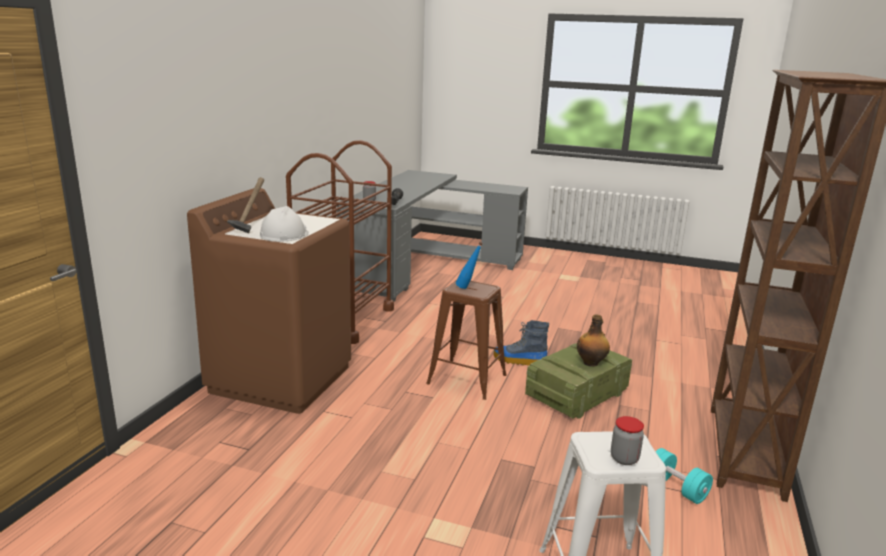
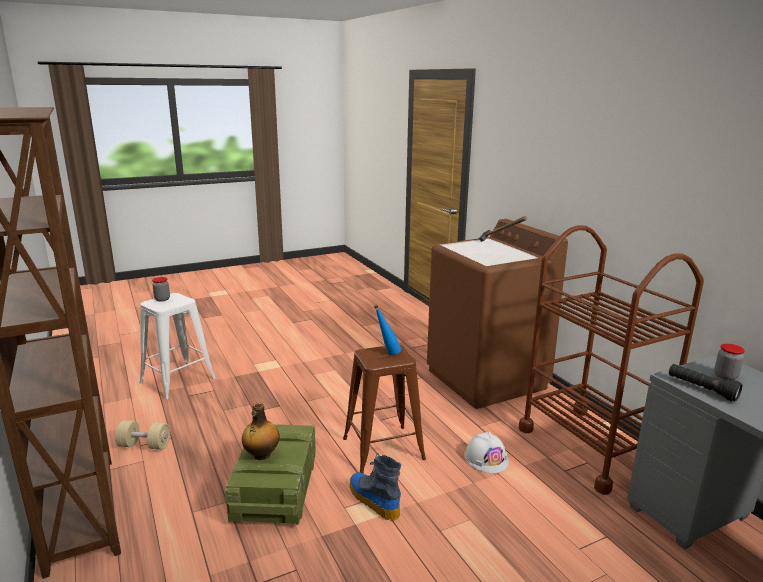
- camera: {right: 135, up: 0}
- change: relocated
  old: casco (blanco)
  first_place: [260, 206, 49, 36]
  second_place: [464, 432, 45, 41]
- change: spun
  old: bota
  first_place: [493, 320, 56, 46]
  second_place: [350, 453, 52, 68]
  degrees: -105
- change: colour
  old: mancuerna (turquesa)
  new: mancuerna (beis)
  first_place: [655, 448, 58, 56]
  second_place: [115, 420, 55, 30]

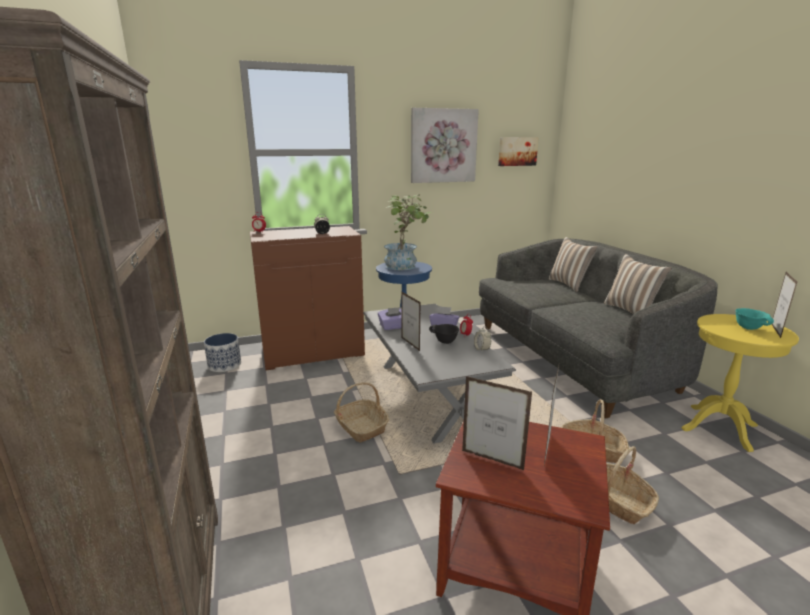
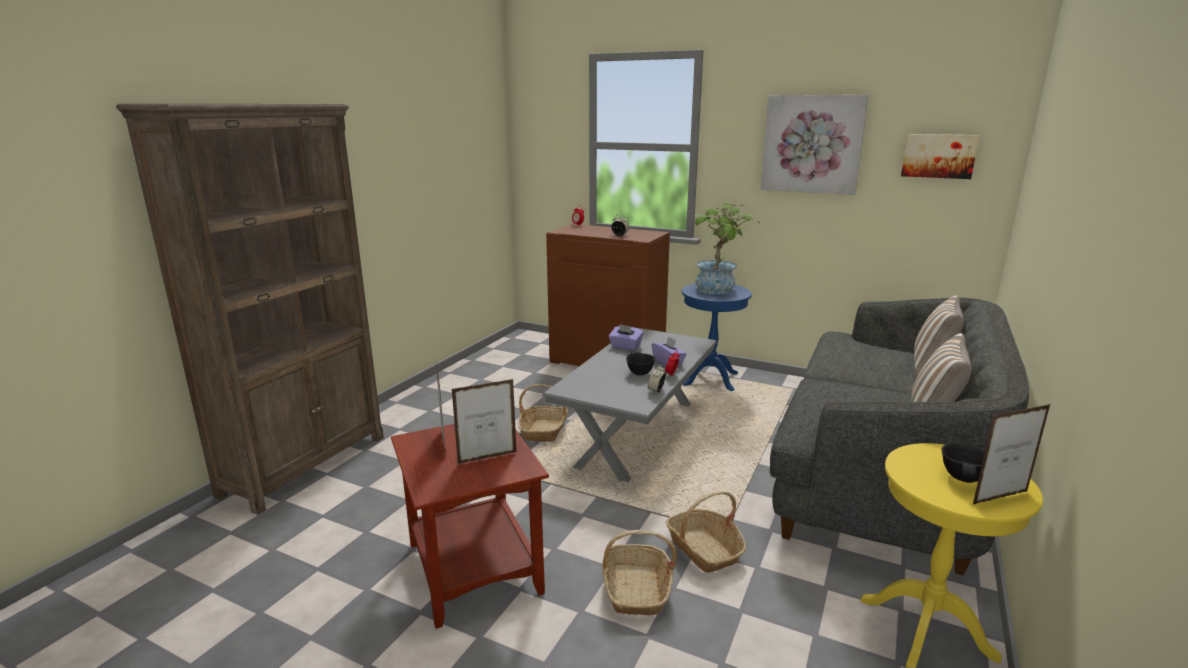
- camera: {right: 45, up: 0}
- change: missing
  old: portarretratos
  first_place: [401, 291, 20, 60]
- change: colour
  old: cuenco (turquesa)
  new: cuenco (negro)
  first_place: [736, 308, 38, 22]
  second_place: [942, 442, 43, 41]
- change: missing
  old: maceta
  first_place: [204, 333, 37, 39]

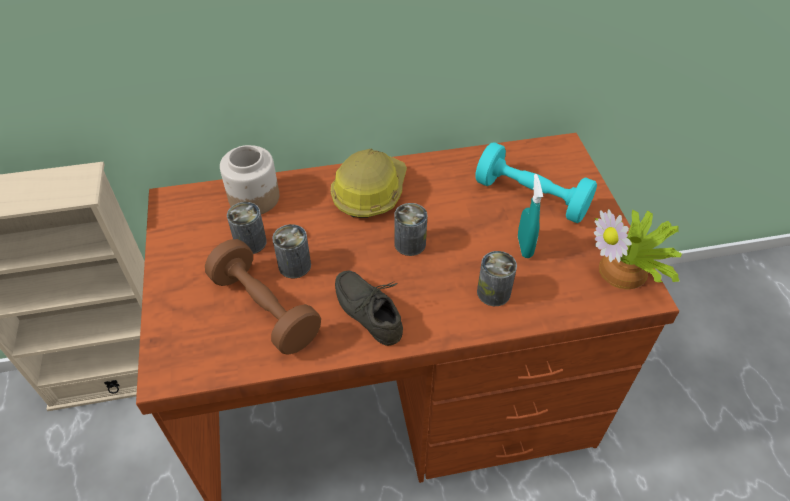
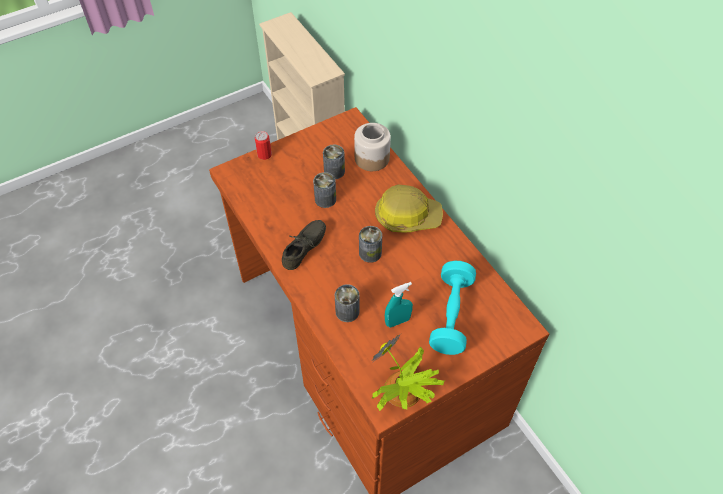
- camera: {right: 70, up: 5}
- change: missing
  old: mancuerna (marrón)
  first_place: [205, 239, 116, 116]
- change: appeared
  new: lata
  second_place: [255, 131, 17, 29]

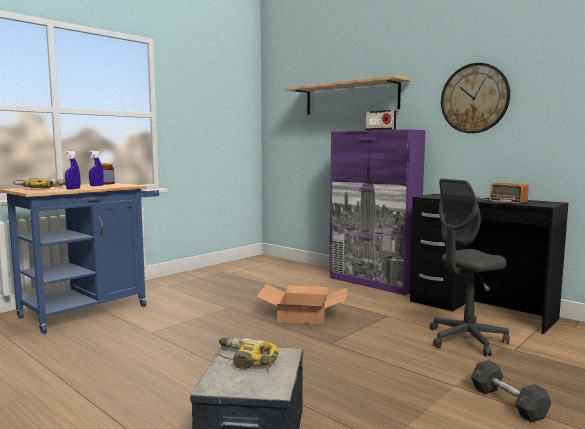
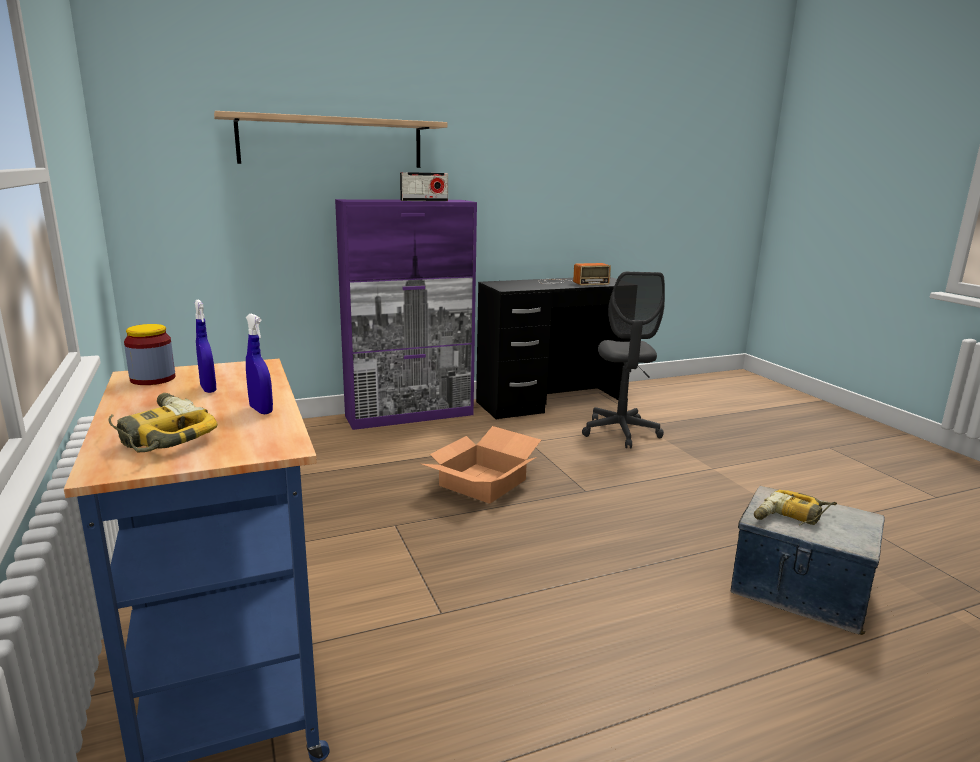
- camera: {right: -65, up: 10}
- change: missing
  old: reloj de pared
  first_place: [441, 63, 69, 70]
- change: missing
  old: mancuerna (gris)
  first_place: [471, 360, 80, 62]

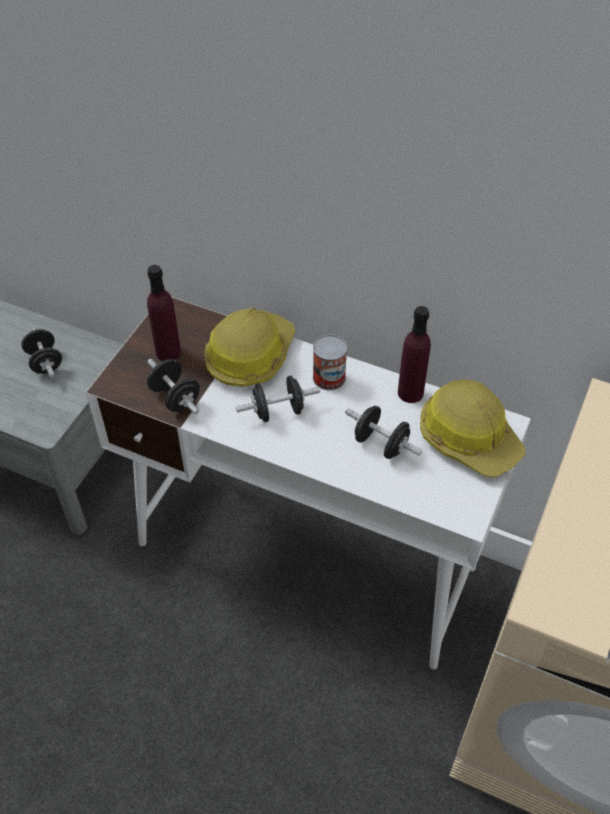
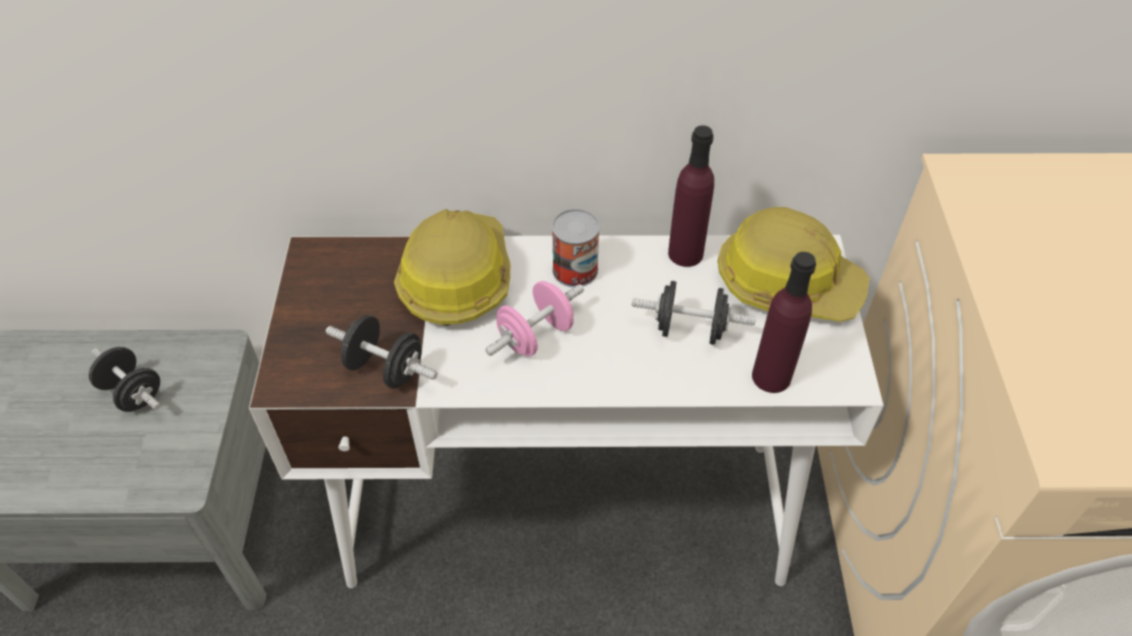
- camera: {right: -25, up: 0}
- change: relocated
  old: botella (morado)
  first_place: [147, 265, 34, 96]
  second_place: [752, 252, 64, 141]
- change: colour
  old: mancuerna (negro)
  new: mancuerna (rosa)
  first_place: [236, 376, 84, 46]
  second_place: [485, 281, 99, 76]

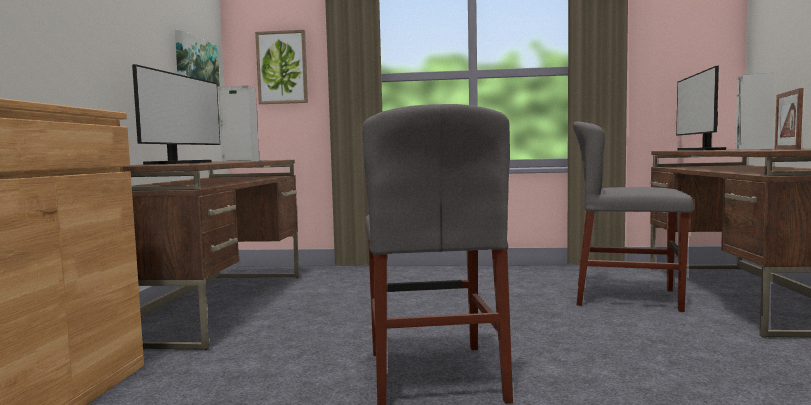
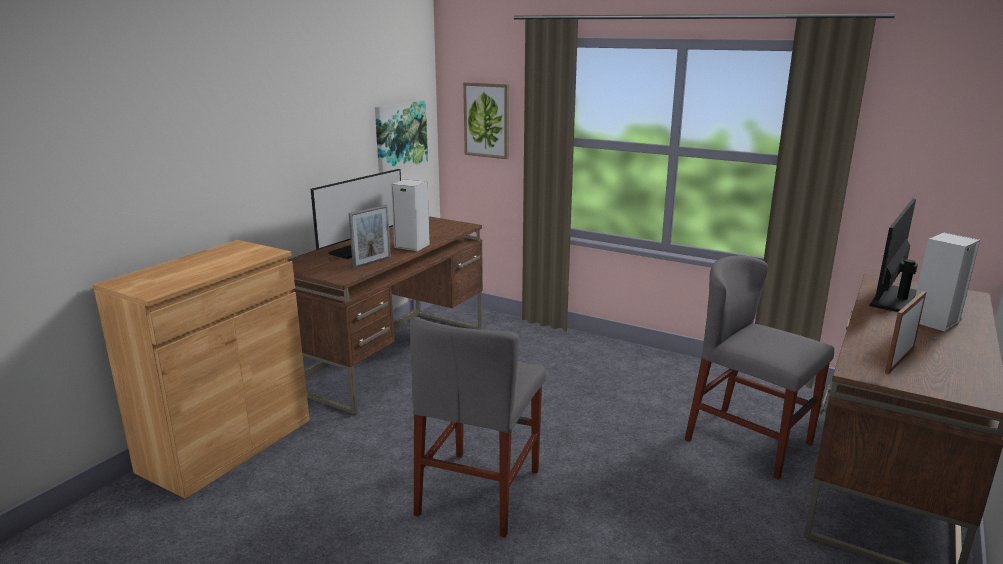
- camera: {right: 25, up: 15}
- change: appeared
  new: portarretratos
  second_place: [349, 205, 42, 64]

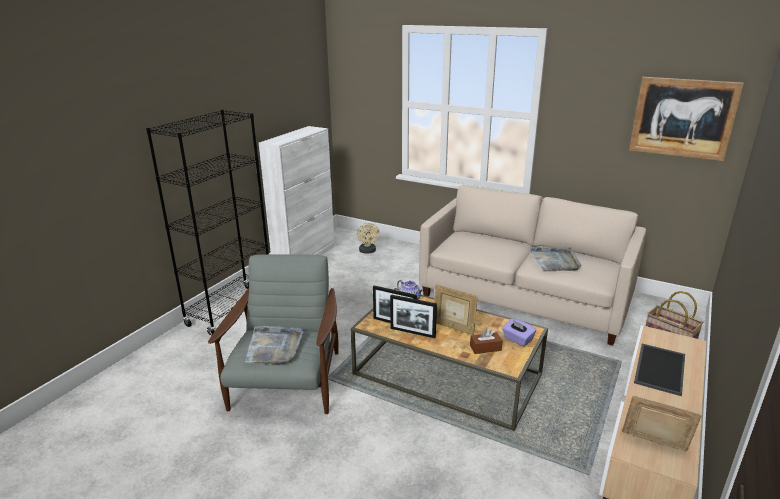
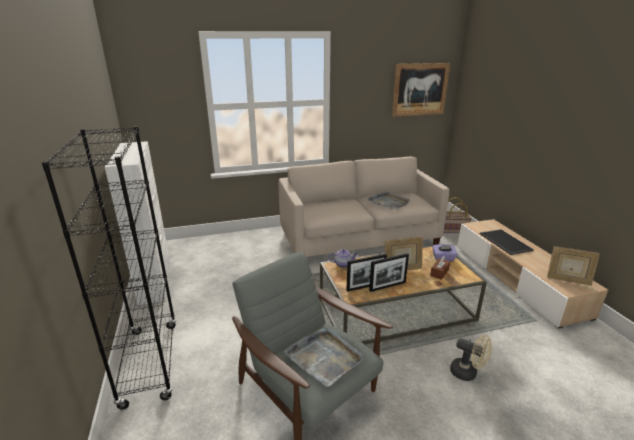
- camera: {right: -45, up: 0}
- change: relocated
  old: ventilador (beis)
  first_place: [357, 223, 23, 31]
  second_place: [450, 335, 42, 46]
- change: spun
  old: portarretratos
  first_place: [622, 396, 80, 55]
  second_place: [547, 246, 53, 39]
  degrees: -135

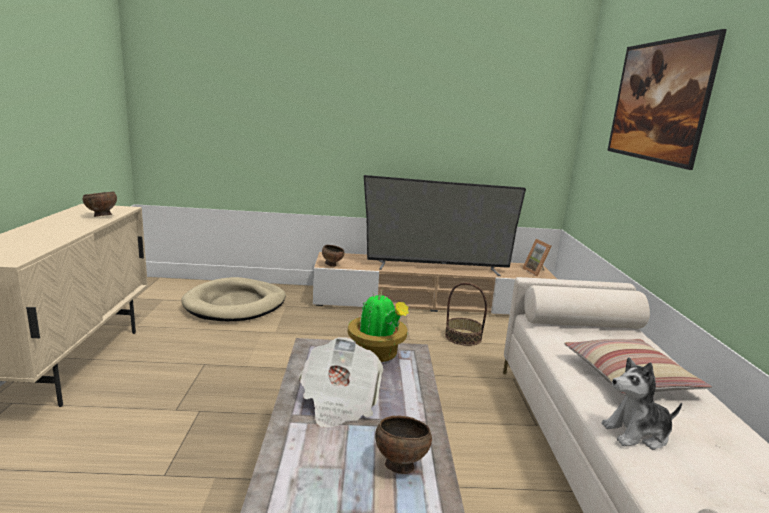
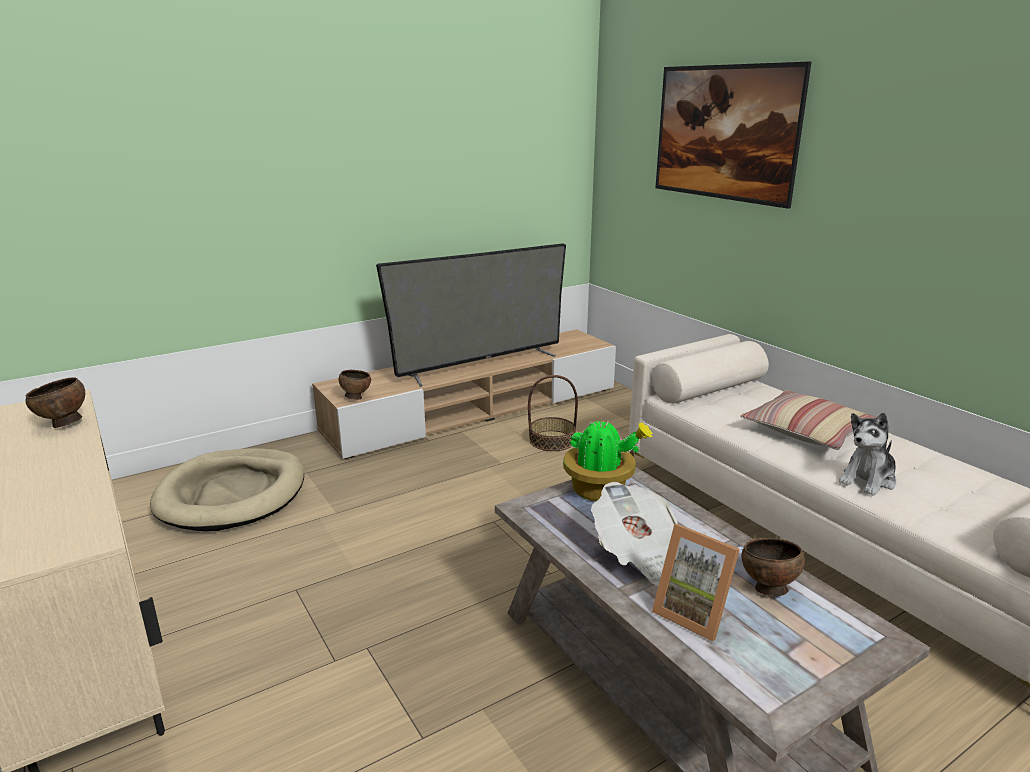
- camera: {right: -30, up: 5}
- change: relocated
  old: portarretratos
  first_place: [523, 239, 29, 37]
  second_place: [652, 524, 88, 118]

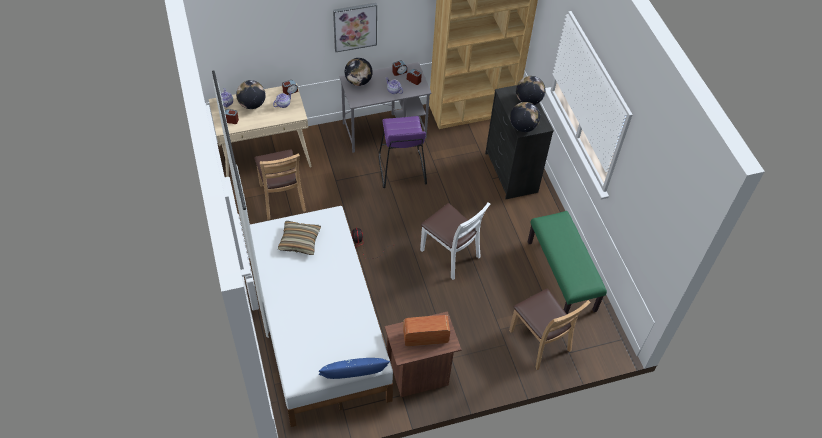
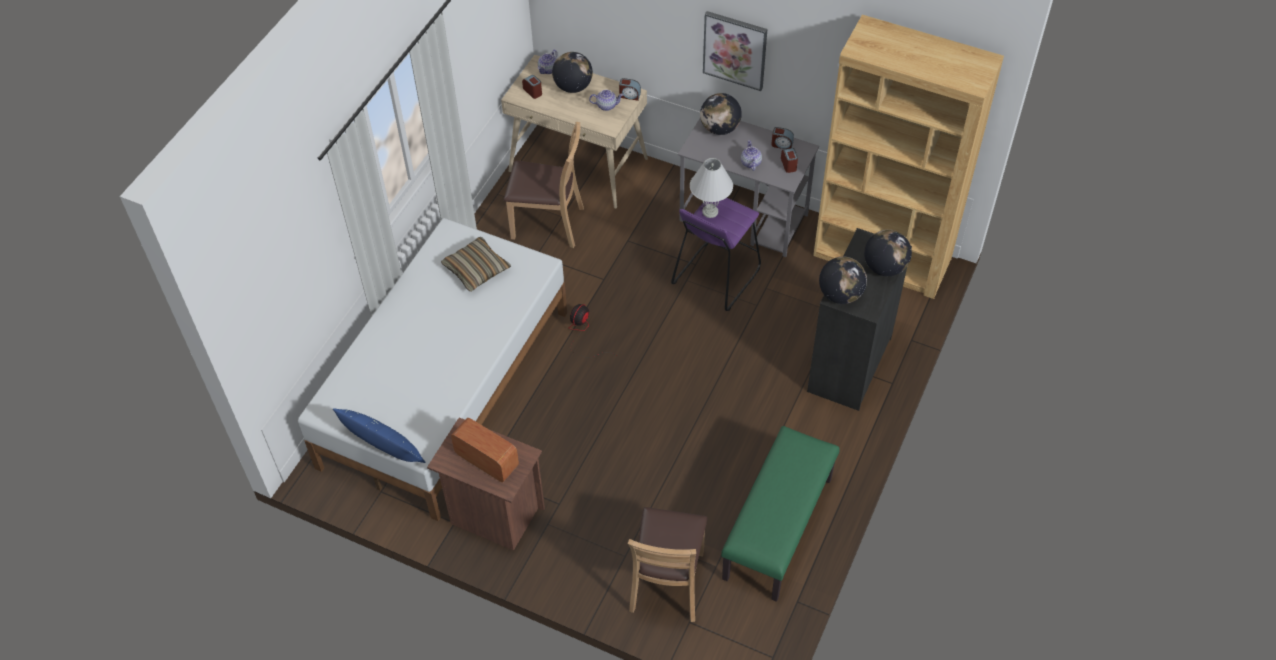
- camera: {right: 45, up: 0}
- change: spun
  old: silla (marrón)
  first_place: [255, 149, 51, 71]
  second_place: [504, 122, 80, 126]
  degrees: -105
- change: missing
  old: silla (blanco)
  first_place: [420, 202, 70, 78]
- change: appeared
  new: lámpara de mesa (blanco)
  second_place: [690, 158, 43, 60]

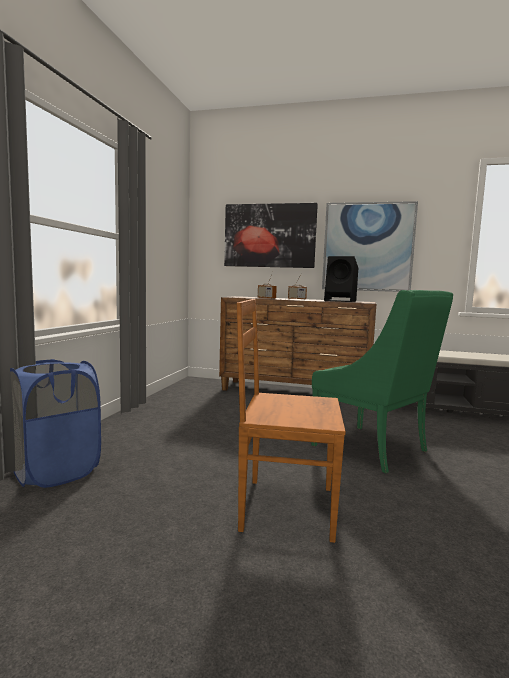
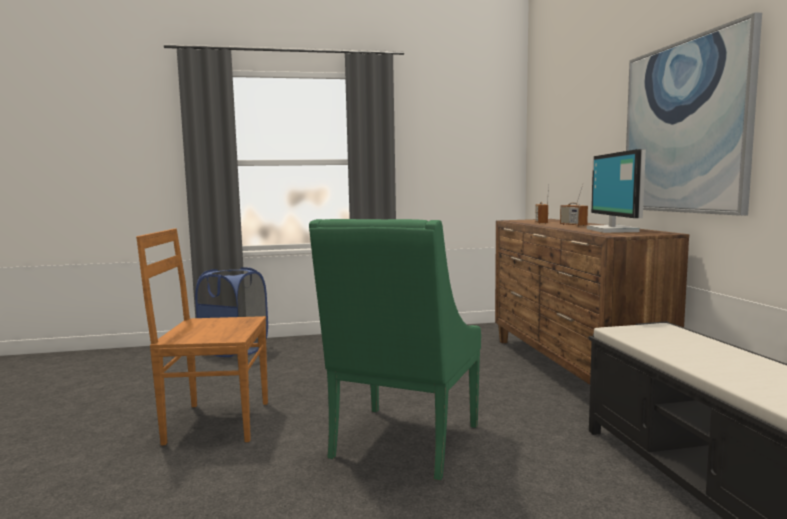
- camera: {right: 65, up: 0}
- change: missing
  old: cuadro
  first_place: [224, 203, 94, 65]
- change: exchanged
  old: altavoz (negro)
  new: monitor
  first_place: [324, 256, 34, 46]
  second_place: [587, 149, 59, 84]
- change: spun
  old: silla (marrón)
  first_place: [237, 299, 109, 244]
  second_place: [136, 228, 132, 217]
  degrees: -75

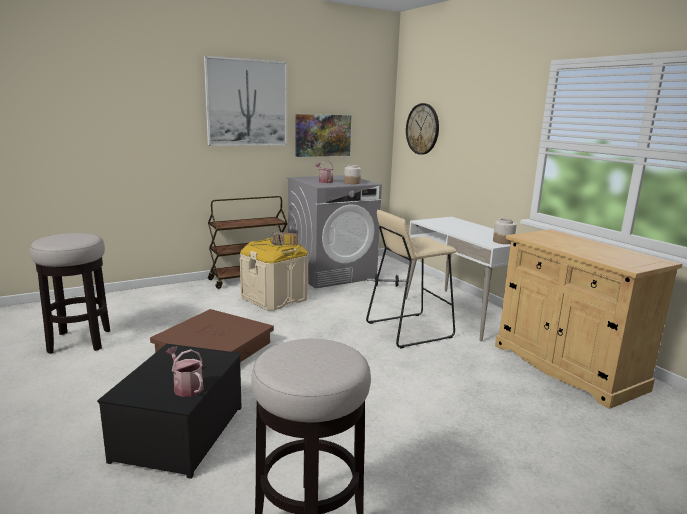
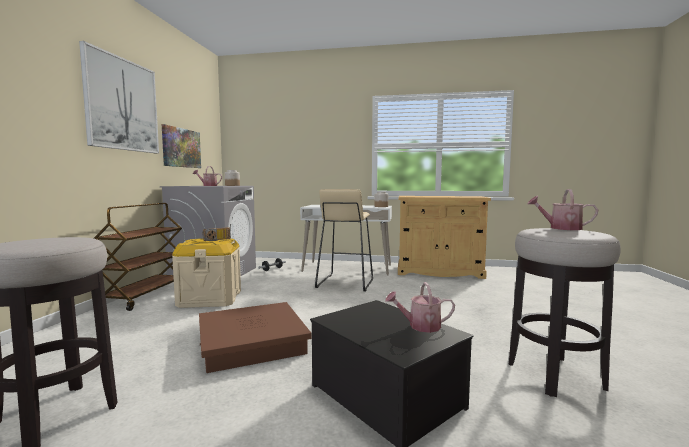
- camera: {right: -50, up: -10}
- change: missing
  old: reloj de pared
  first_place: [406, 103, 33, 52]
- change: appeared
  new: regadera
  second_place: [528, 189, 70, 41]

